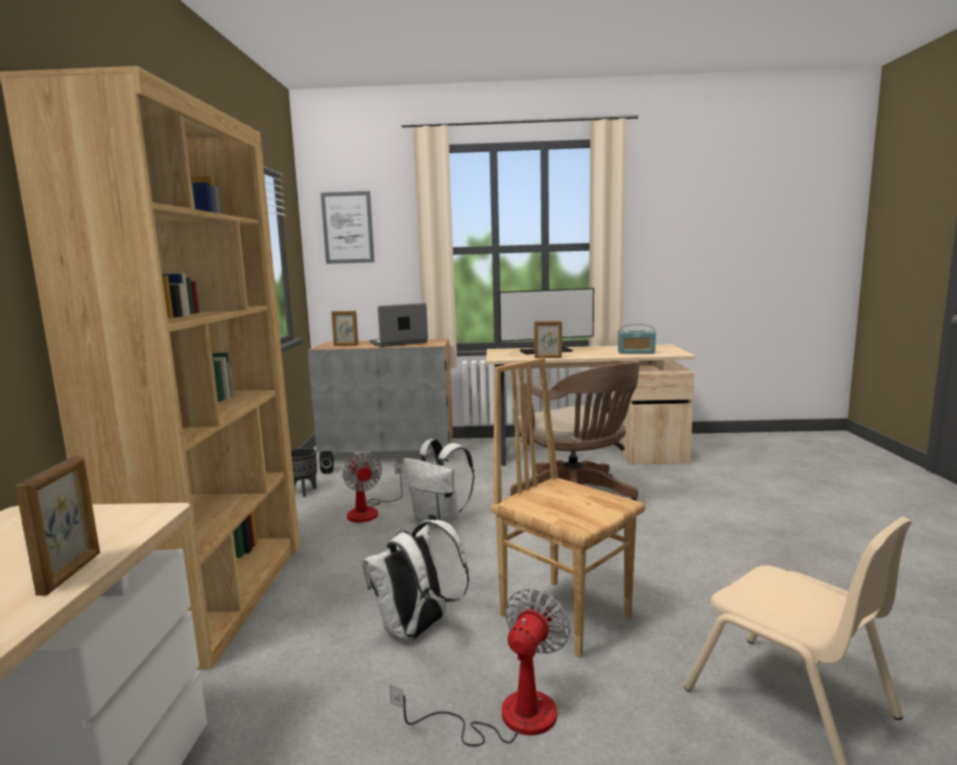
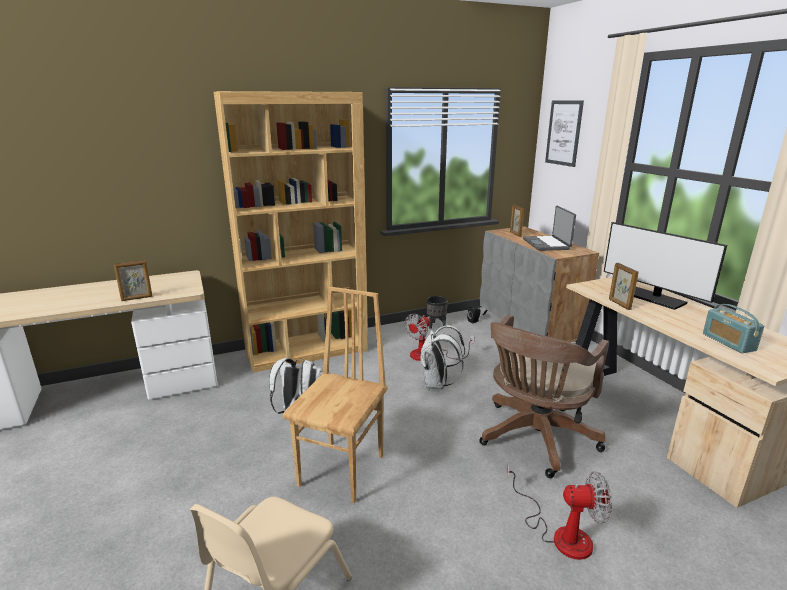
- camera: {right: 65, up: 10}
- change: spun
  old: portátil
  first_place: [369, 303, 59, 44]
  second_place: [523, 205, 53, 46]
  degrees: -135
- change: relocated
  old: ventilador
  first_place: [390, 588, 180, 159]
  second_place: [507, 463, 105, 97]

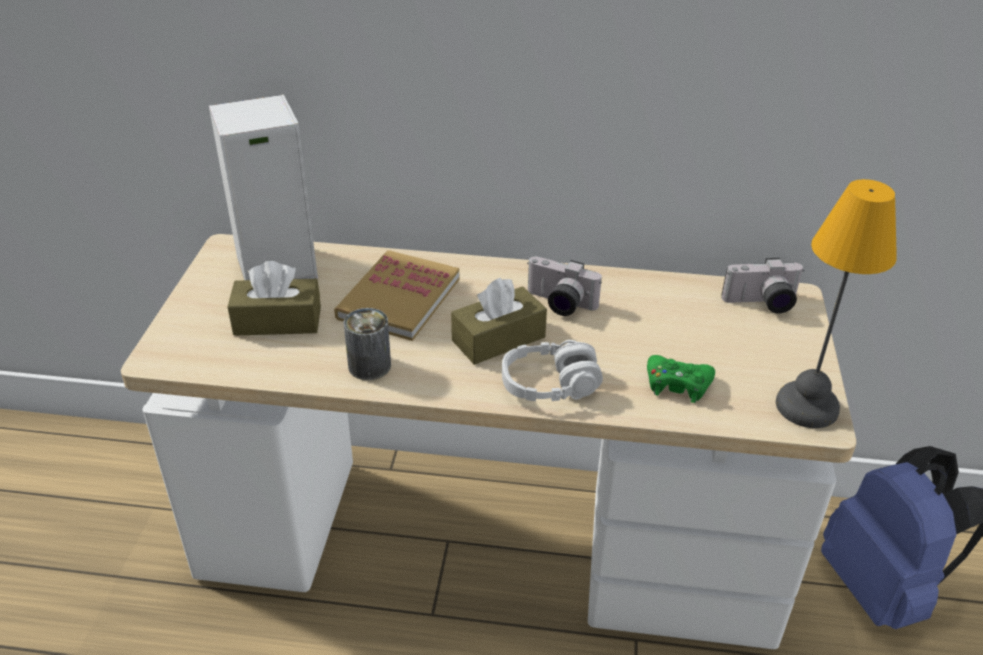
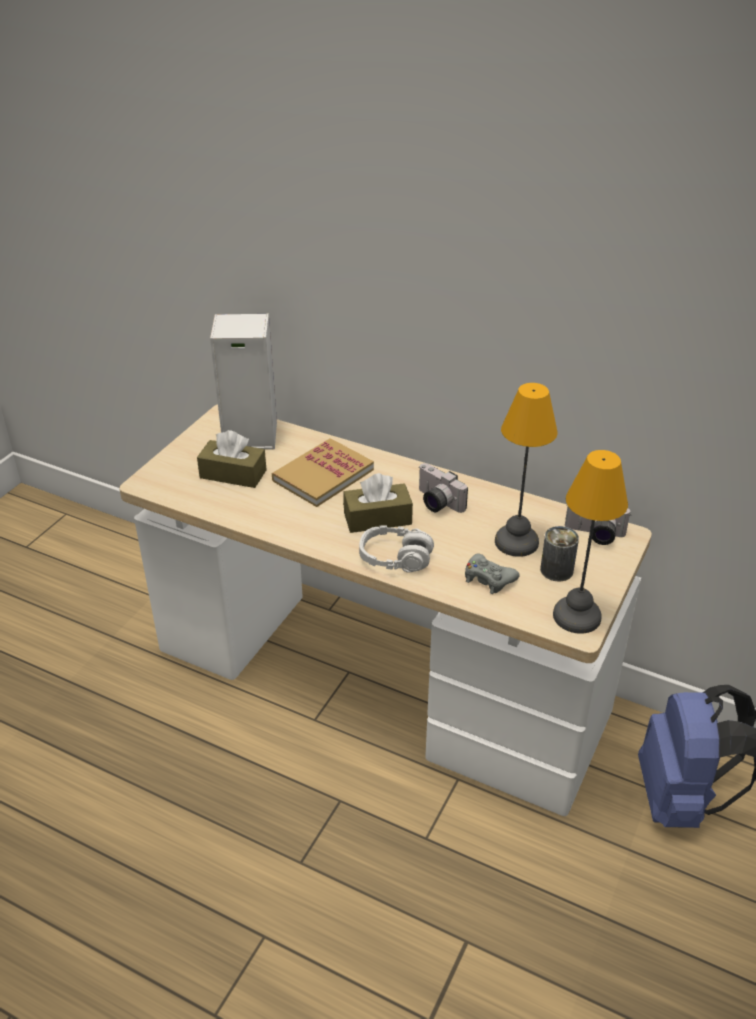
- camera: {right: 20, up: 0}
- change: relocated
  old: lata
  first_place: [344, 308, 47, 72]
  second_place: [540, 526, 39, 55]
- change: colour
  old: mando de consola (verde)
  new: mando de consola (gris)
  first_place: [647, 355, 68, 48]
  second_place: [465, 553, 55, 41]
- change: appeared
  new: lámpara de mesa
  second_place: [495, 383, 63, 174]

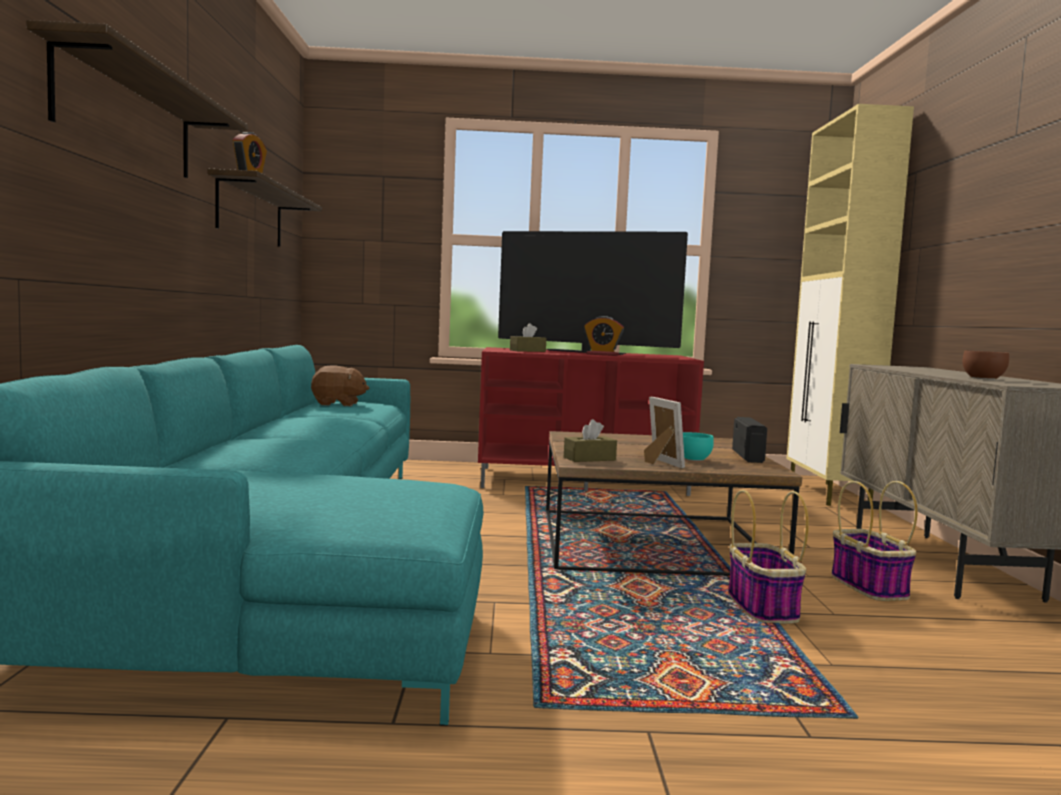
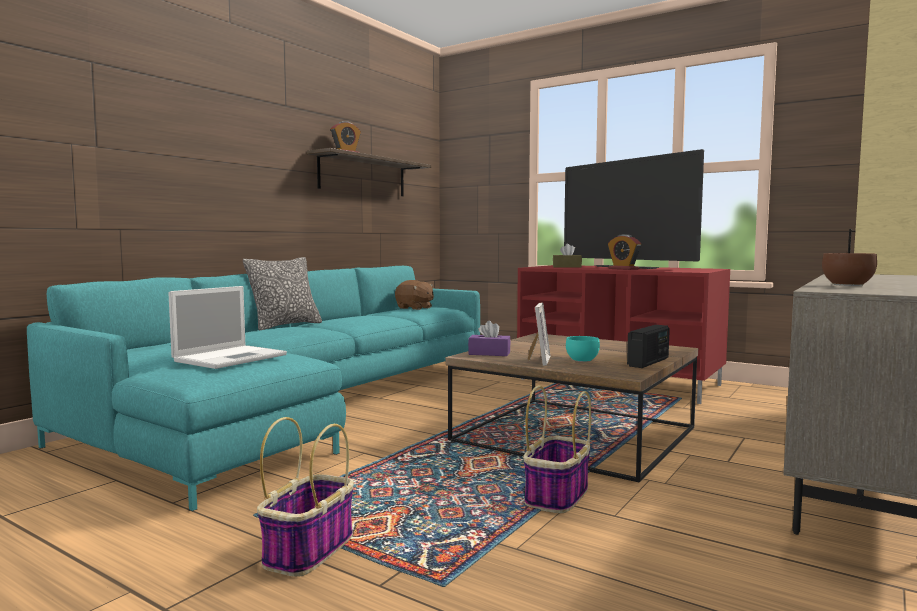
- camera: {right: 35, up: 0}
- change: missing
  old: estante
  first_place: [26, 20, 222, 158]
- change: colour
  old: caja de pañuelos (marrón)
  new: caja de pañuelos (morado)
  first_place: [564, 419, 53, 43]
  second_place: [468, 321, 43, 35]
- change: relocated
  old: cesta
  first_place: [831, 481, 87, 120]
  second_place: [257, 417, 97, 160]
- change: appeared
  new: cojín
  second_place: [243, 257, 79, 73]
- change: appeared
  new: portátil
  second_place: [168, 286, 119, 83]

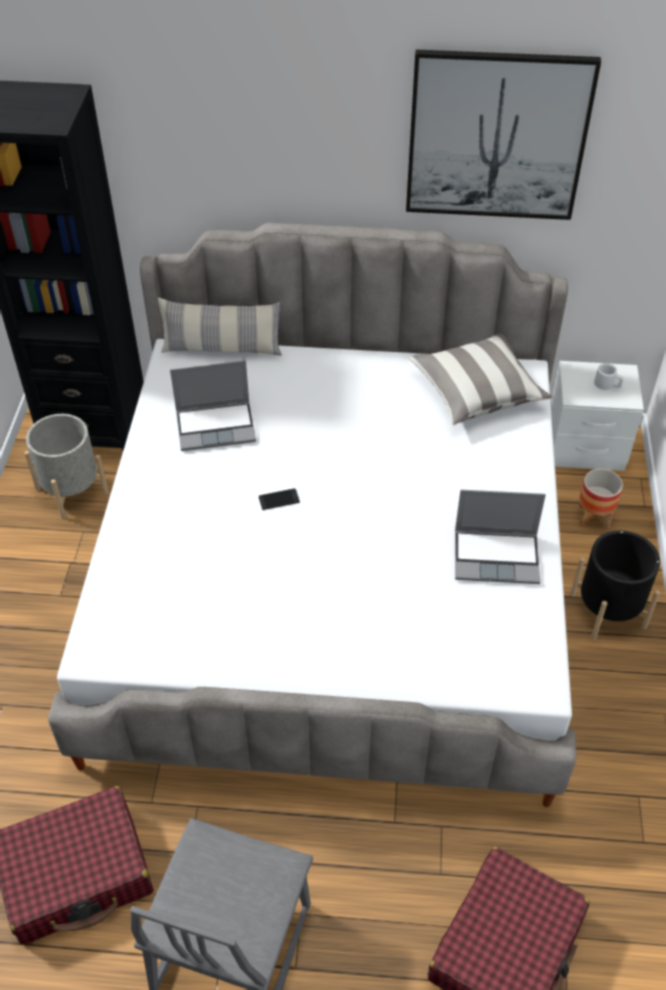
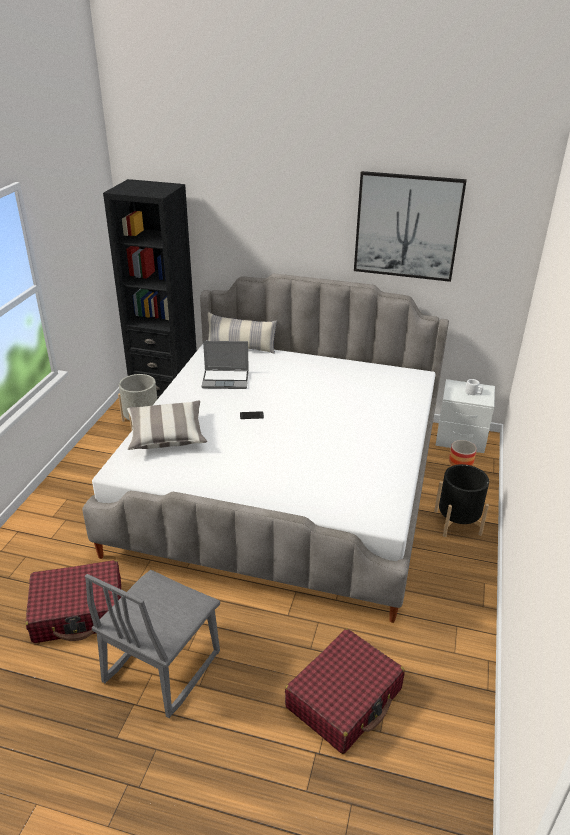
- camera: {right: 10, up: -15}
- change: relocated
  old: cojín
  first_place: [409, 333, 143, 92]
  second_place: [127, 401, 80, 49]
- change: missing
  old: portátil
  first_place: [455, 490, 91, 94]

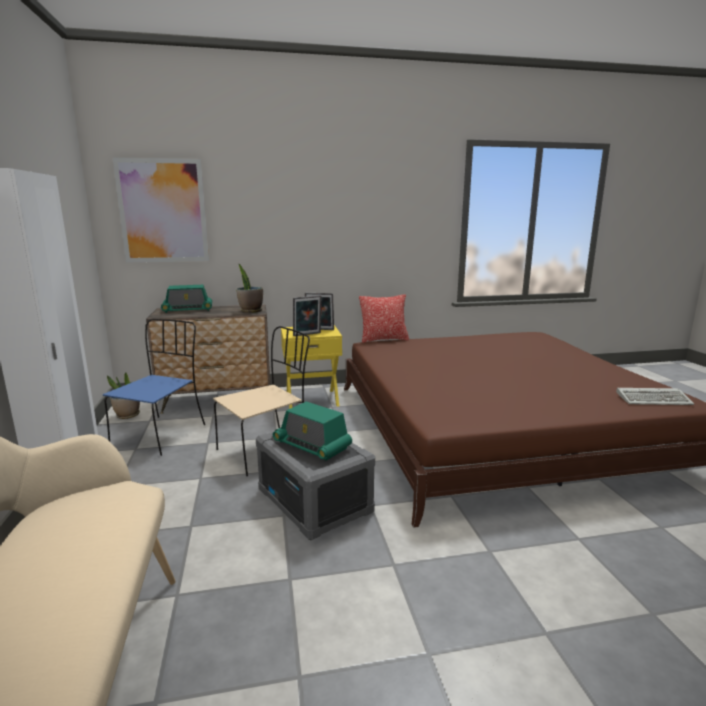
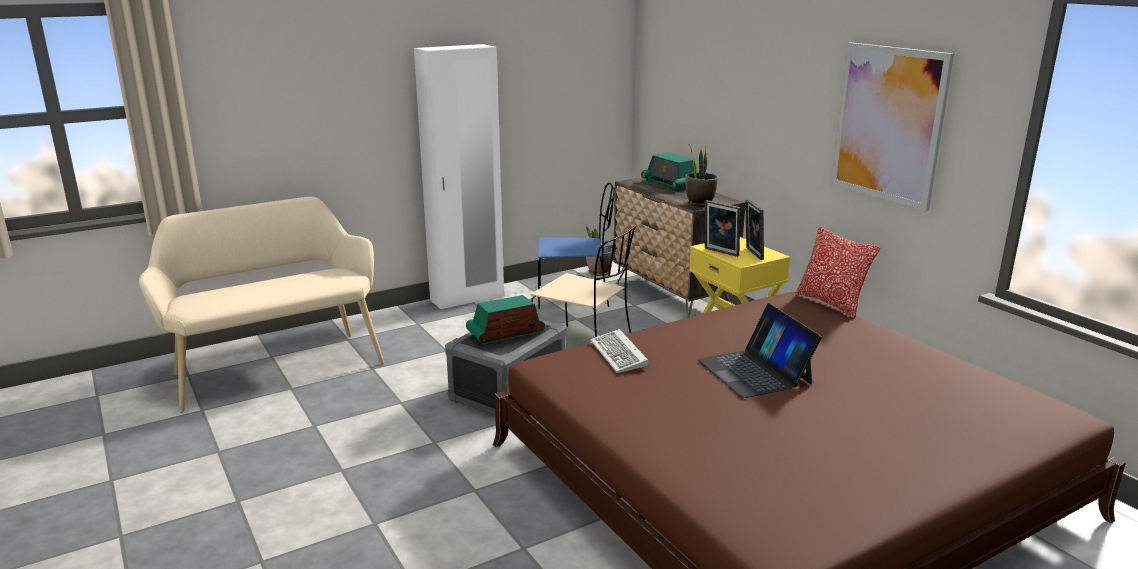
- camera: {right: 70, up: 5}
- change: relocated
  old: cuadro
  first_place: [112, 157, 97, 105]
  second_place: [831, 42, 123, 169]
- change: relocated
  old: teclado
  first_place: [616, 388, 78, 17]
  second_place: [590, 329, 59, 44]
- change: spun
  old: radio
  first_place: [273, 401, 79, 60]
  second_place: [466, 295, 79, 51]
  degrees: 45
- change: appeared
  new: portátil
  second_place: [697, 303, 125, 95]

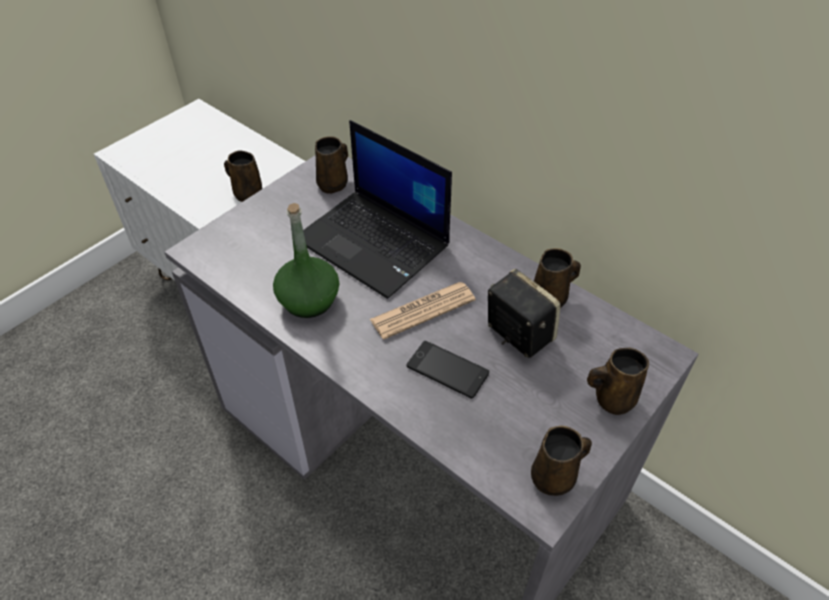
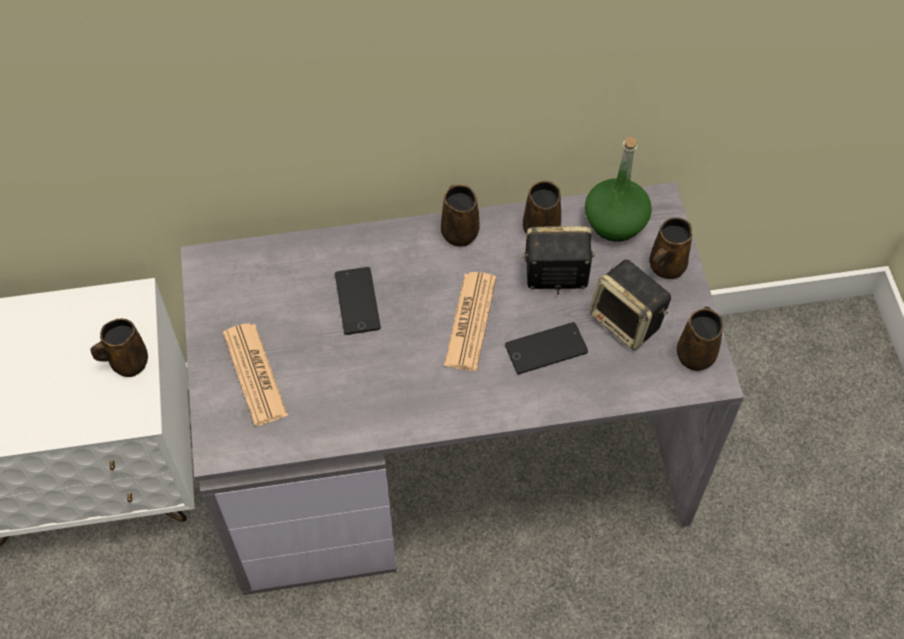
- camera: {right: -50, up: 10}
- change: exchanged
  old: portátil
  new: móvil
  first_place: [303, 120, 149, 179]
  second_place: [335, 267, 46, 68]
- change: relocated
  old: taza grande (marrón)
  first_place: [315, 137, 33, 57]
  second_place: [441, 185, 39, 62]
- change: relocated
  old: botella (verde)
  first_place: [273, 203, 66, 115]
  second_place: [585, 137, 67, 105]
- change: appeared
  new: altavoz
  second_place: [590, 260, 81, 90]
- change: appeared
  new: periódico
  second_place: [223, 323, 65, 103]

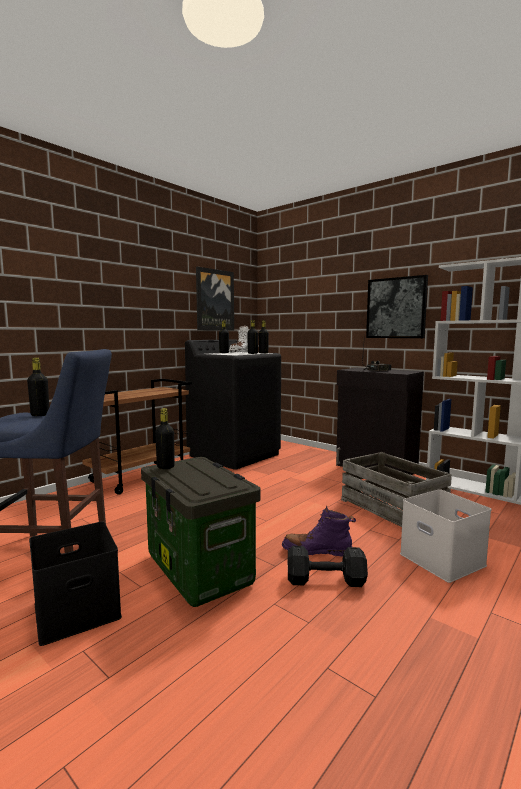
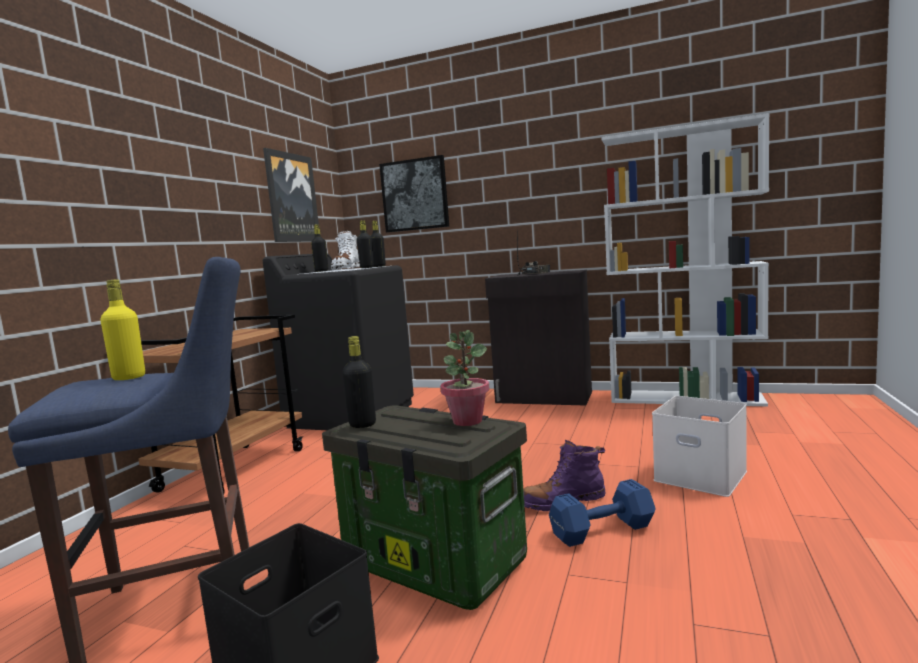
- camera: {right: -20, up: 0}
- change: relocated
  old: cuadro
  first_place: [366, 275, 62, 63]
  second_place: [379, 155, 70, 77]
- change: colour
  old: botella (negro)
  new: botella (amarillo)
  first_place: [27, 358, 22, 58]
  second_place: [100, 279, 45, 101]
- change: missing
  old: caja de embalaje
  first_place: [341, 452, 111, 75]
- change: colour
  old: mancuerna (negro)
  new: mancuerna (azul)
  first_place: [288, 546, 80, 41]
  second_place: [549, 479, 107, 68]
- change: appeared
  new: planta en maceta
  second_place: [440, 330, 50, 96]

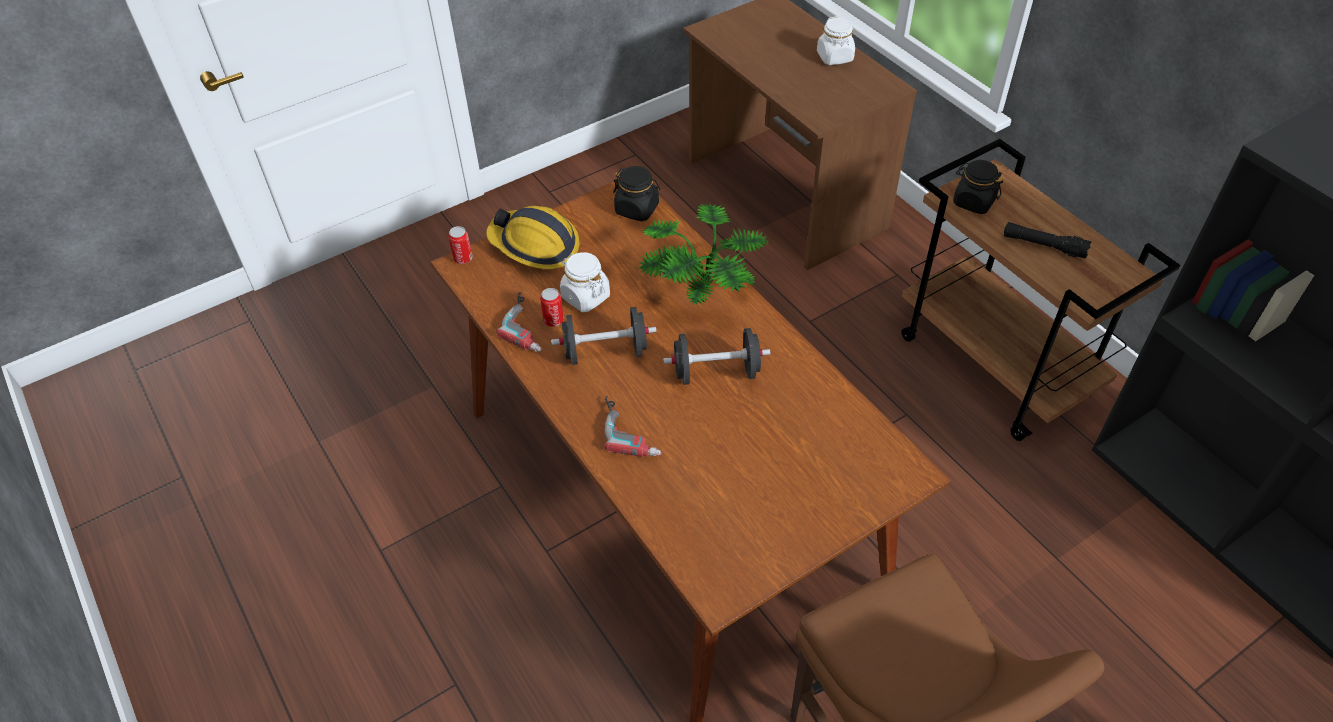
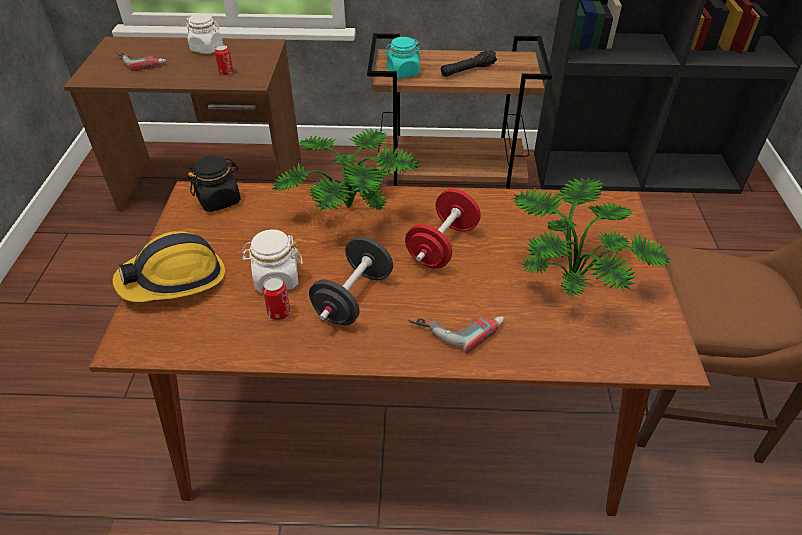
- camera: {right: -55, up: -5}
- change: colour
  old: tarro (negro)
  new: tarro (turquesa)
  first_place: [953, 160, 50, 54]
  second_place: [385, 37, 36, 42]
- change: relocated
  old: lata
  first_place: [448, 226, 25, 38]
  second_place: [215, 45, 18, 31]
- change: relocated
  old: taladro
  first_place: [496, 292, 46, 60]
  second_place: [116, 53, 50, 18]
- change: colour
  old: mancuerna (negro)
  new: mancuerna (rojo)
  first_place: [663, 328, 107, 57]
  second_place: [405, 189, 76, 80]
- change: appeared
  new: planta en maceta
  second_place: [512, 178, 159, 119]

